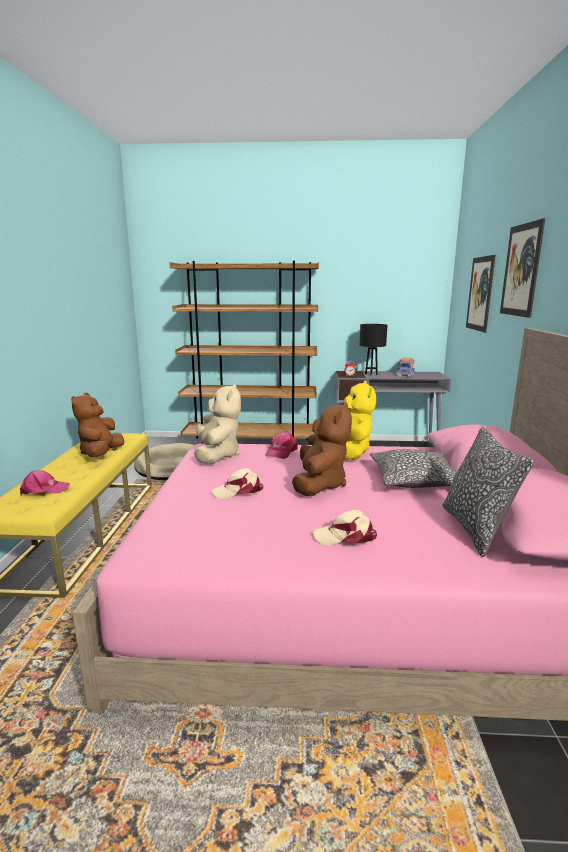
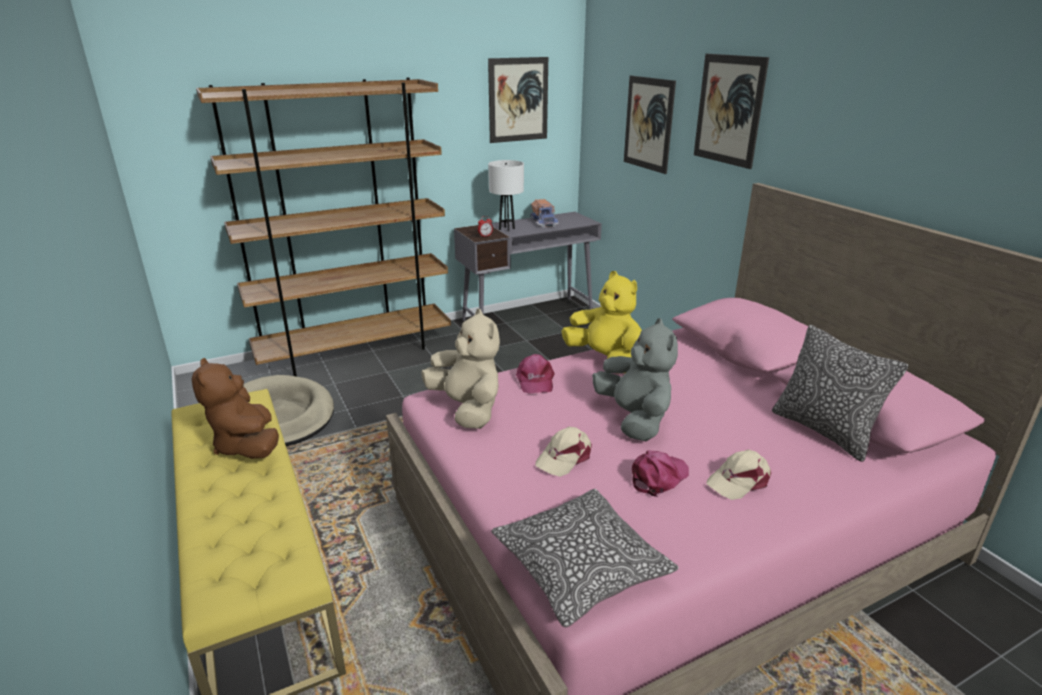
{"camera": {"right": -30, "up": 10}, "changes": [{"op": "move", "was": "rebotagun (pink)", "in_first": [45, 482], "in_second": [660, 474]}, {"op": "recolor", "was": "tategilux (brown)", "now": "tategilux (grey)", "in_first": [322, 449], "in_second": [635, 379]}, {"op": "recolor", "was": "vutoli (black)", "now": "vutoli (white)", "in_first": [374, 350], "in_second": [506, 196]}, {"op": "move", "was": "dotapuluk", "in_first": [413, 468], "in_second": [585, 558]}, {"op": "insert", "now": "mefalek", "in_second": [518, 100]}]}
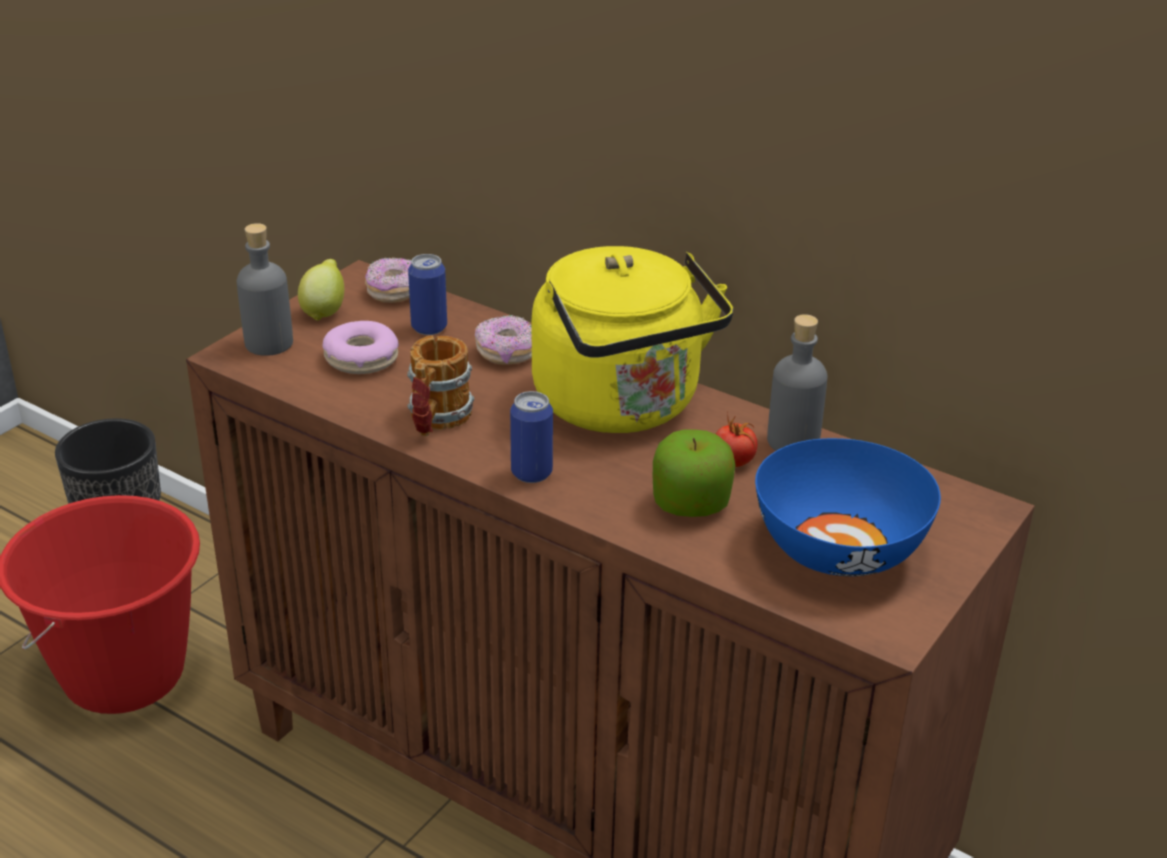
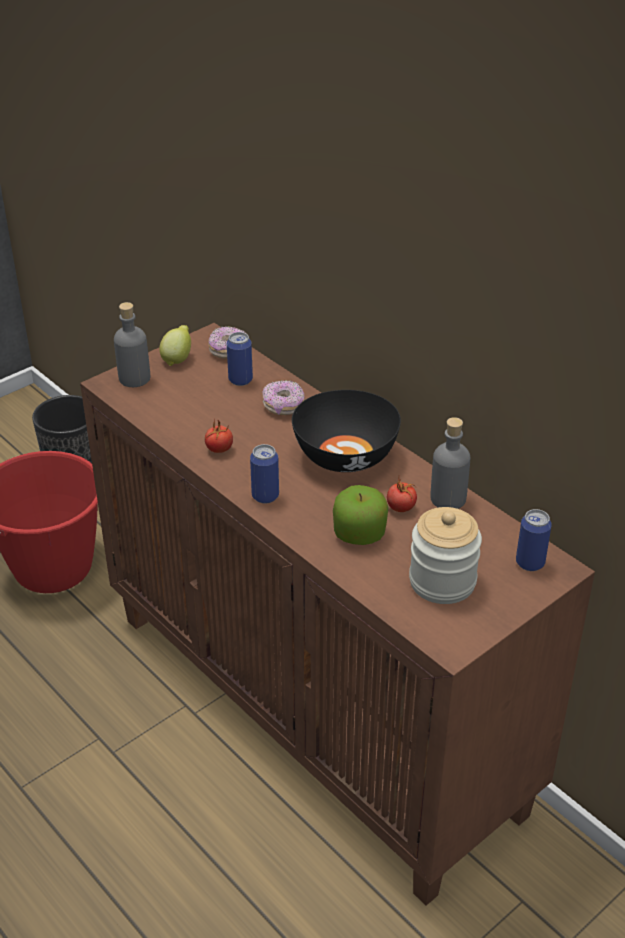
{"camera": {"right": 15, "up": 5}, "changes": [{"op": "delete", "was": "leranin", "in_first": [361, 347]}, {"op": "replace", "was": "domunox", "now": "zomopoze", "in_first": [440, 385], "in_second": [219, 435]}, {"op": "replace", "was": "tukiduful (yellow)", "now": "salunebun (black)", "in_first": [632, 339], "in_second": [346, 431]}, {"op": "replace", "was": "salunebun (blue)", "now": "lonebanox", "in_first": [848, 507], "in_second": [445, 555]}, {"op": "insert", "now": "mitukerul", "in_second": [534, 540]}]}
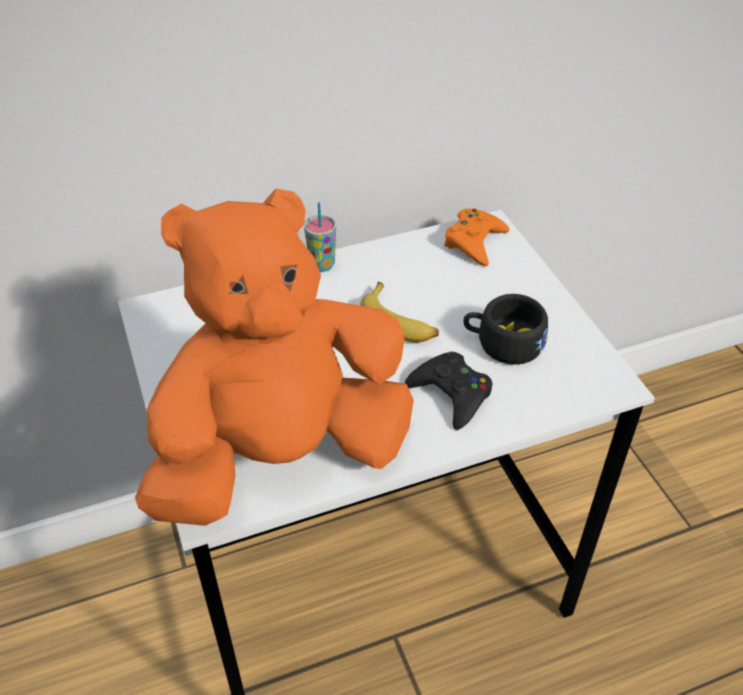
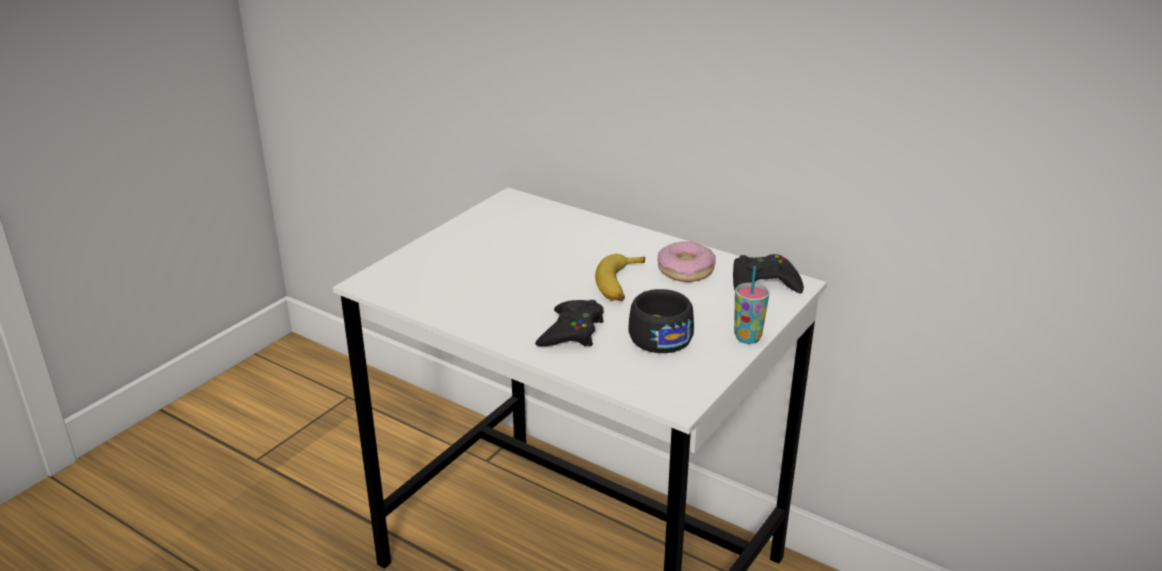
{"camera": {"right": 55, "up": -15}, "changes": [{"op": "delete", "was": "tategilux (orange)", "in_first": [274, 357]}, {"op": "move", "was": "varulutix", "in_first": [320, 237], "in_second": [751, 305]}, {"op": "recolor", "was": "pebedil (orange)", "now": "pebedil (black)", "in_first": [476, 237], "in_second": [768, 274]}, {"op": "insert", "now": "leranin", "in_second": [686, 261]}]}
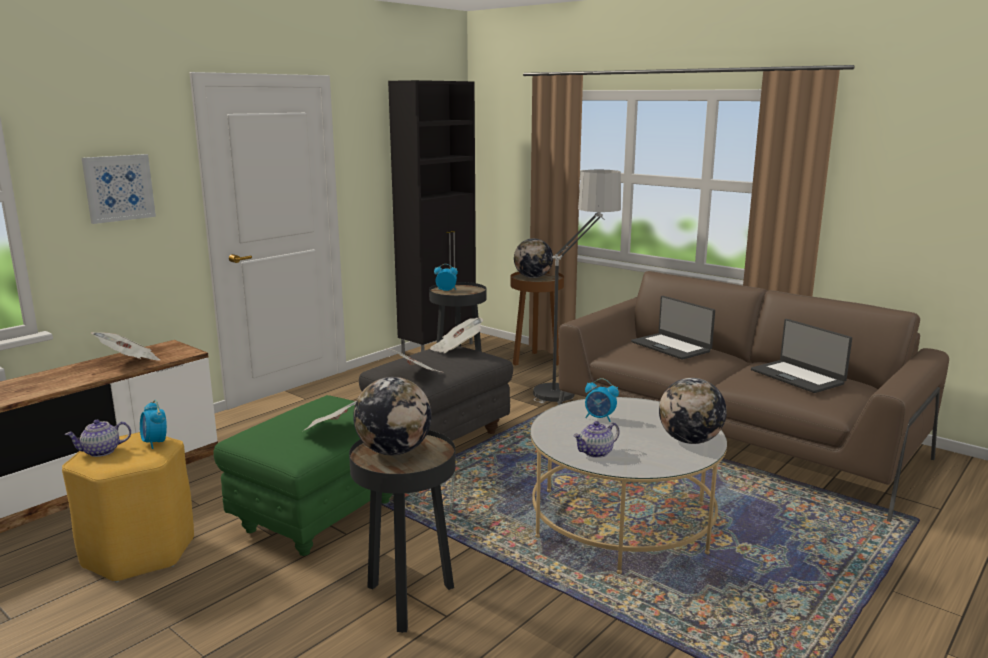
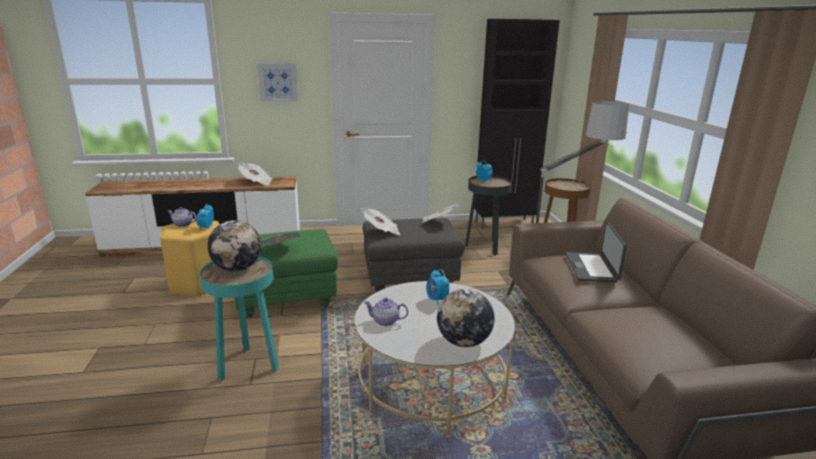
{"camera": {"right": 40, "up": 5}, "changes": [{"op": "recolor", "was": "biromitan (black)", "now": "biromitan (turquoise)", "in_first": [402, 531], "in_second": [239, 318]}, {"op": "delete", "was": "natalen", "in_first": [533, 258]}, {"op": "delete", "was": "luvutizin", "in_first": [801, 356]}]}
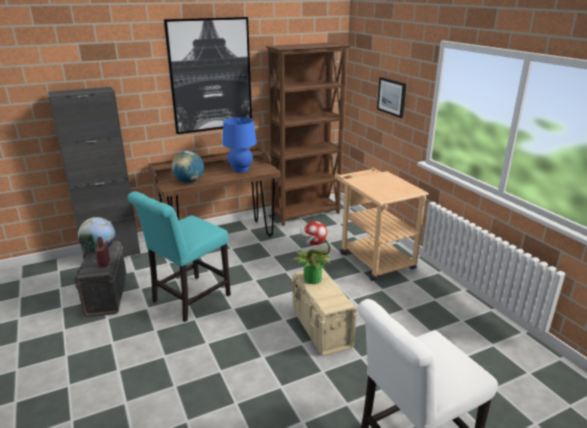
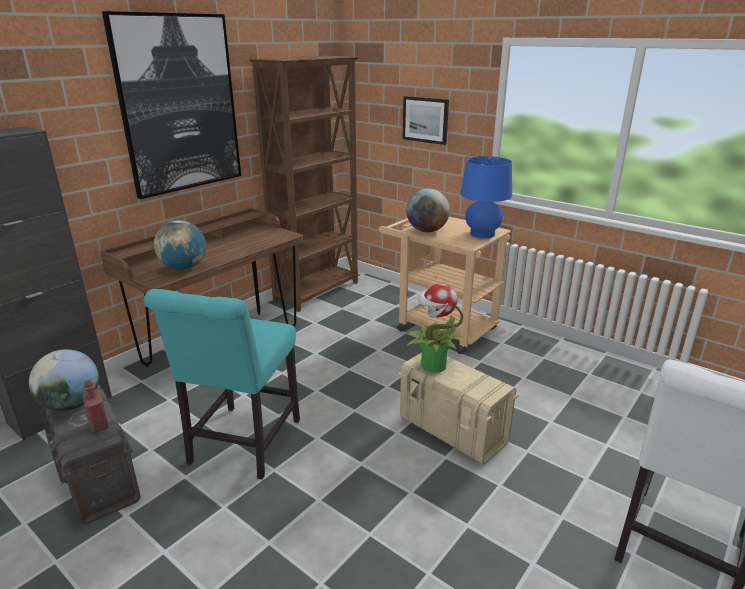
{"camera": {"right": -25, "up": 0}, "changes": [{"op": "move", "was": "vutoli (blue)", "in_first": [239, 145], "in_second": [486, 197]}, {"op": "insert", "now": "natalen", "in_second": [428, 210]}]}
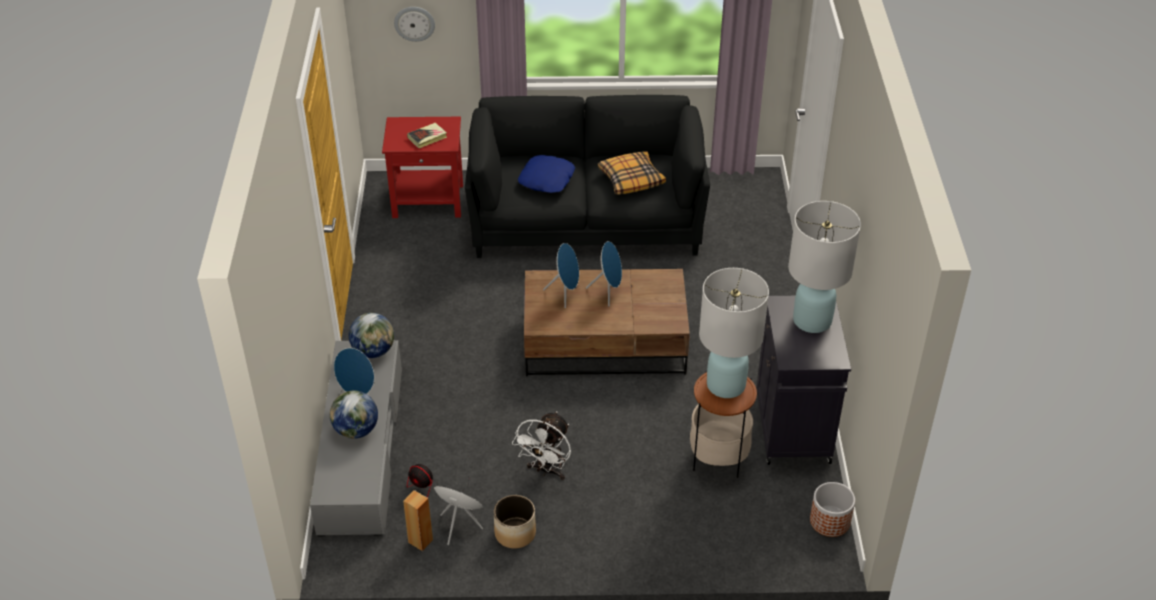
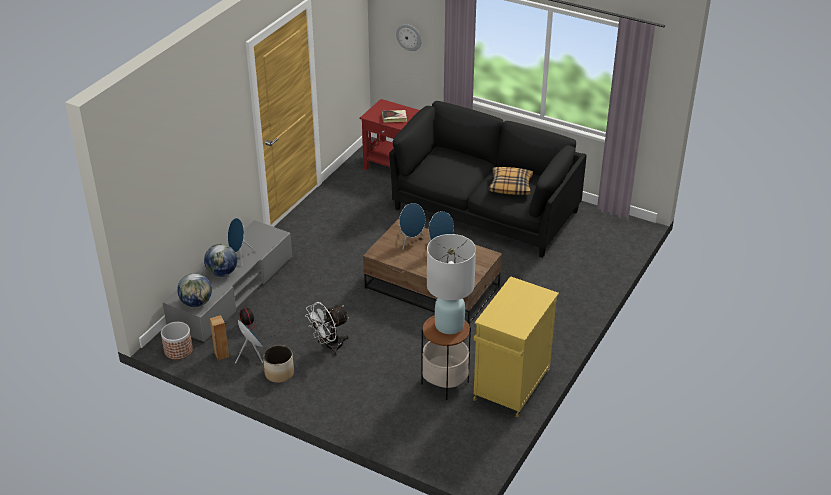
{"camera": {"right": 30, "up": -5}, "changes": [{"op": "move", "was": "natalen", "in_first": [371, 335], "in_second": [194, 290]}, {"op": "delete", "was": "dotapuluk (blue)", "in_first": [546, 174]}, {"op": "recolor", "was": "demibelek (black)", "now": "demibelek (yellow)", "in_first": [803, 380], "in_second": [516, 346]}, {"op": "delete", "was": "vutoli (white)", "in_first": [824, 267]}, {"op": "move", "was": "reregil", "in_first": [832, 509], "in_second": [177, 341]}]}
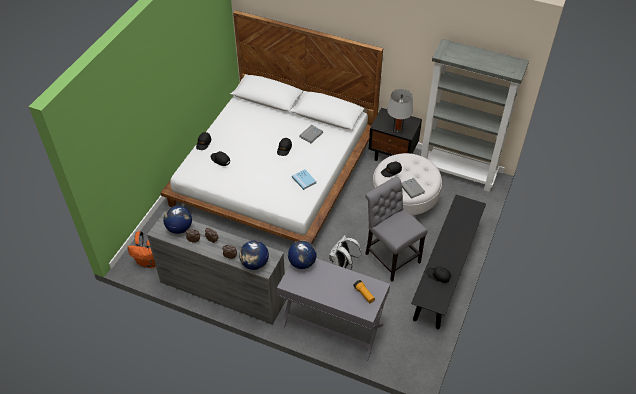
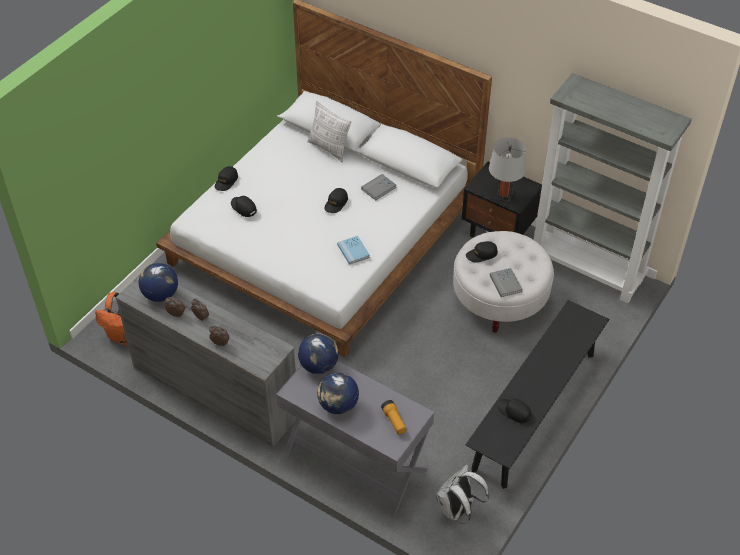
{"camera": {"right": 10, "up": 0}, "changes": [{"op": "move", "was": "natalen", "in_first": [254, 255], "in_second": [338, 393]}, {"op": "move", "was": "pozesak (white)", "in_first": [345, 252], "in_second": [462, 494]}, {"op": "delete", "was": "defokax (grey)", "in_first": [396, 229]}, {"op": "insert", "now": "dotapuluk", "in_second": [329, 131]}]}
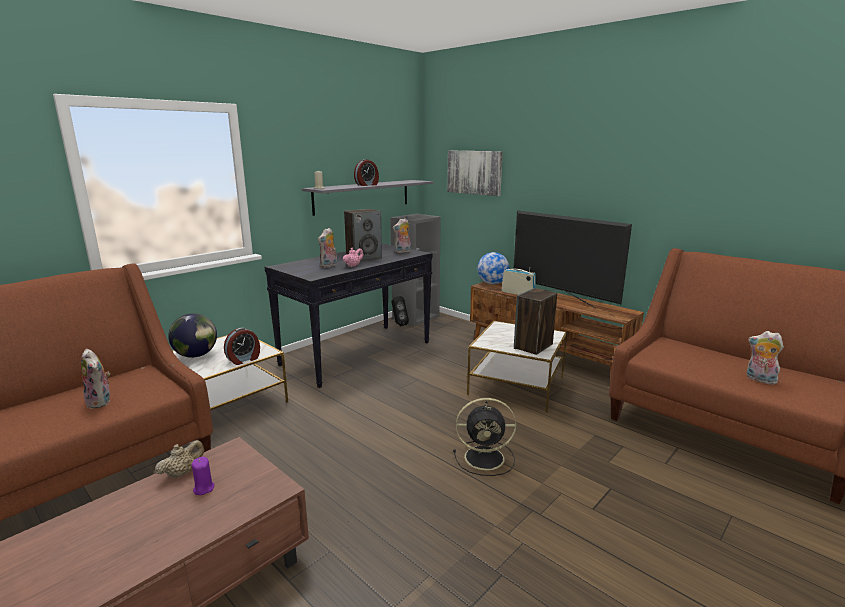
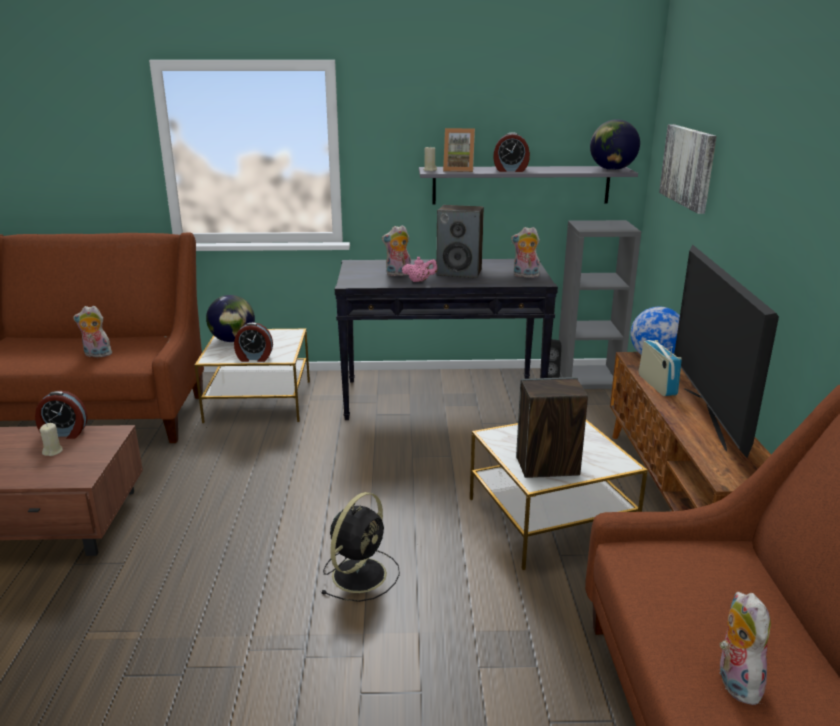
{"camera": {"right": 45, "up": 5}, "changes": [{"op": "rotate", "was": "tategilux", "in_first": [95, 379], "in_second": [92, 331], "clockwise": 90}, {"op": "replace", "was": "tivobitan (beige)", "now": "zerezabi", "in_first": [179, 459], "in_second": [61, 414]}, {"op": "recolor", "was": "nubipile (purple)", "now": "nubipile (beige)", "in_first": [203, 476], "in_second": [51, 439]}, {"op": "rotate", "was": "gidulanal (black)", "in_first": [484, 437], "in_second": [360, 547], "clockwise": -105}, {"op": "insert", "now": "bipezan", "in_second": [459, 150]}, {"op": "insert", "now": "natalen", "in_second": [615, 144]}]}
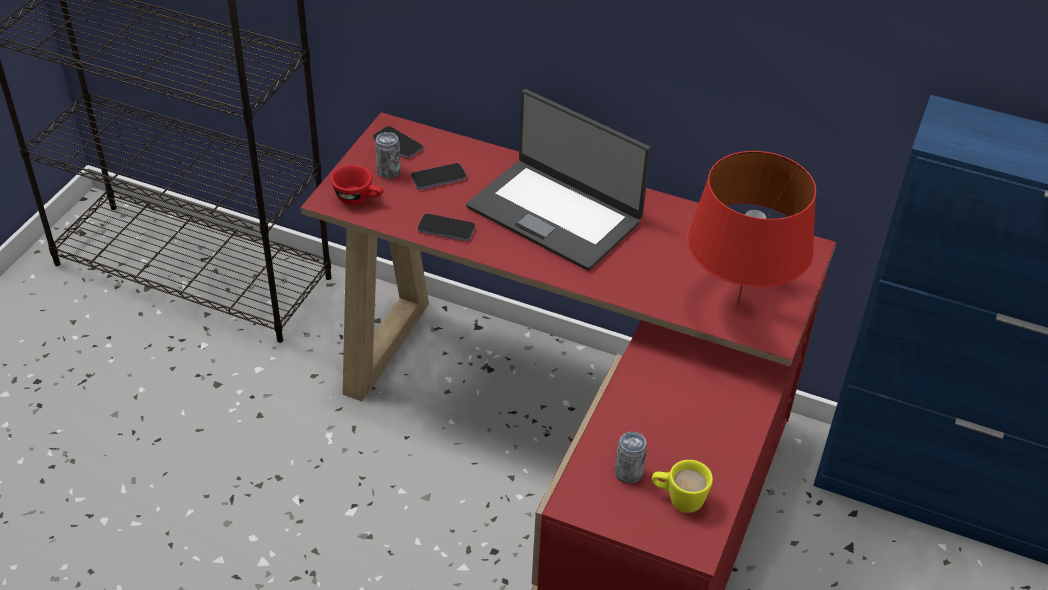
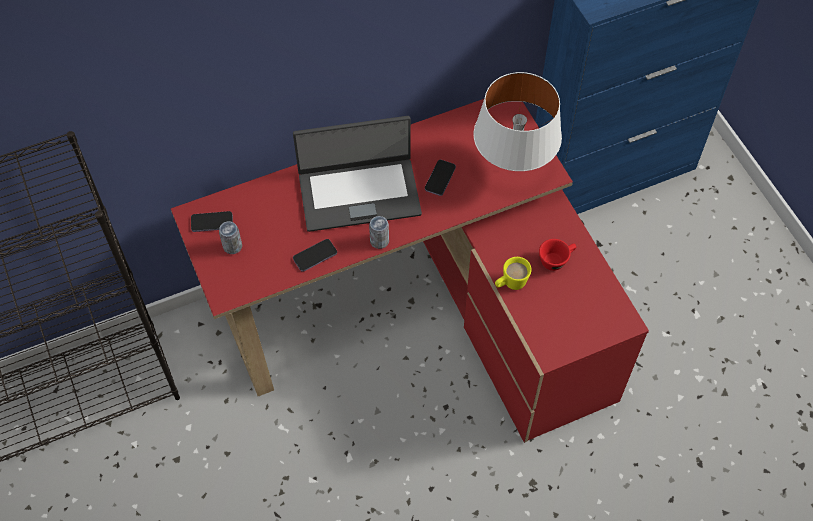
{"camera": {"right": -45, "up": 15}, "changes": [{"op": "move", "was": "varulutix (red)", "in_first": [357, 185], "in_second": [557, 255]}, {"op": "move", "was": "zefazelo", "in_first": [439, 176], "in_second": [440, 178]}, {"op": "move", "was": "mitukerul", "in_first": [631, 458], "in_second": [379, 232]}, {"op": "move", "was": "domunox (yellow)", "in_first": [682, 486], "in_second": [513, 273]}, {"op": "recolor", "was": "vutoli (red)", "now": "vutoli (white)", "in_first": [751, 227], "in_second": [518, 121]}]}
